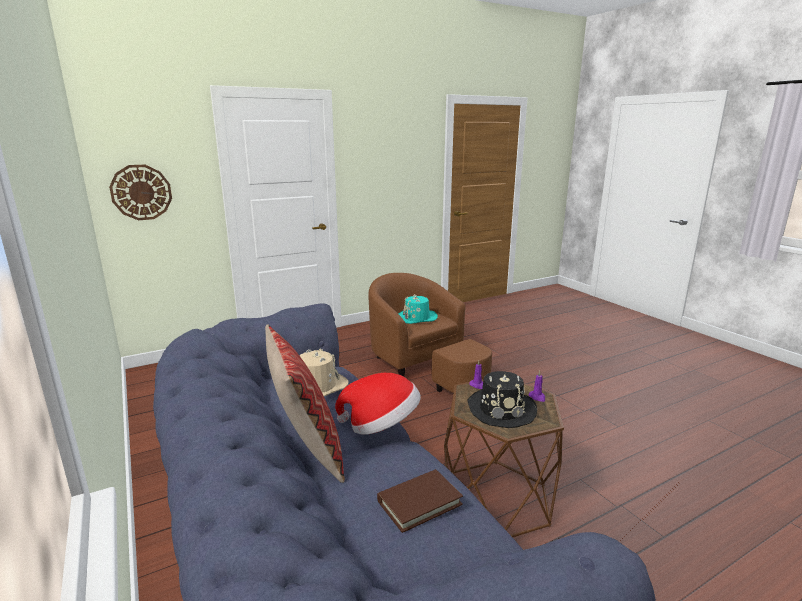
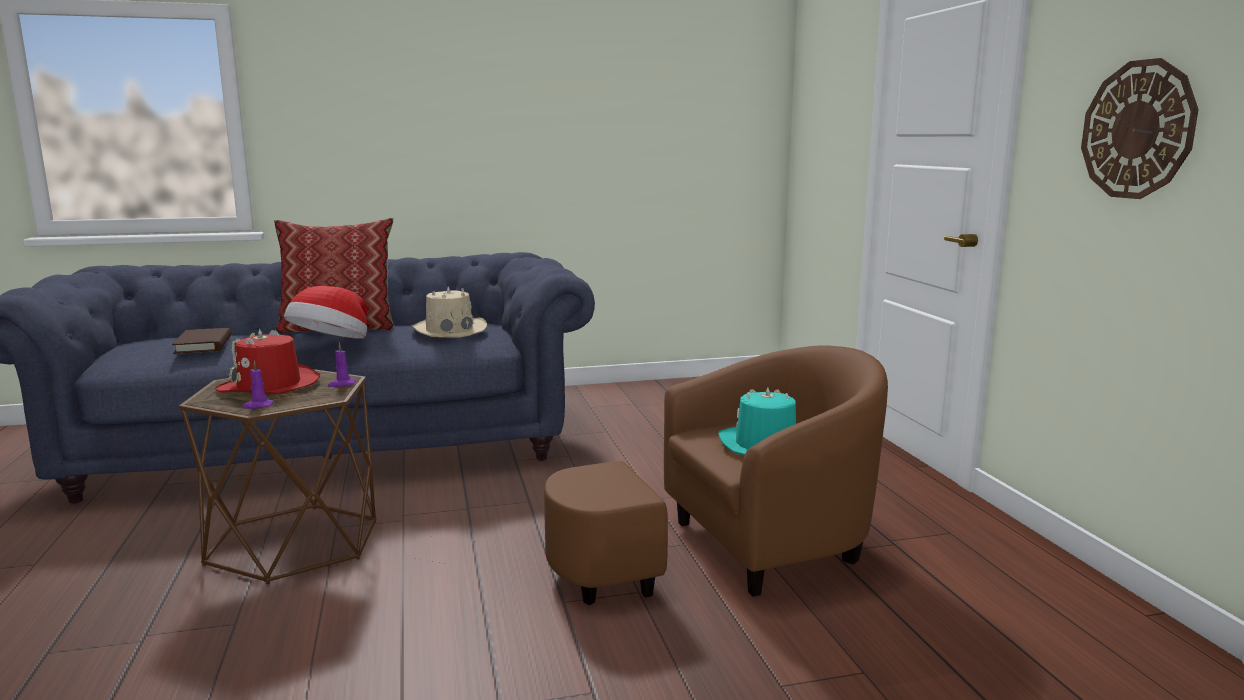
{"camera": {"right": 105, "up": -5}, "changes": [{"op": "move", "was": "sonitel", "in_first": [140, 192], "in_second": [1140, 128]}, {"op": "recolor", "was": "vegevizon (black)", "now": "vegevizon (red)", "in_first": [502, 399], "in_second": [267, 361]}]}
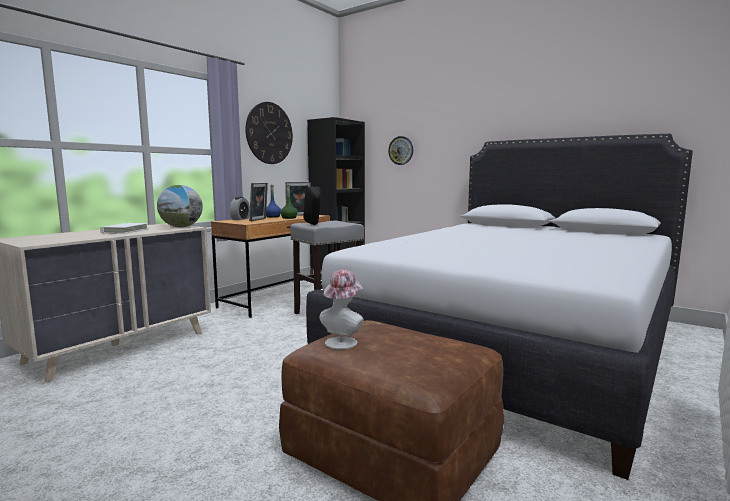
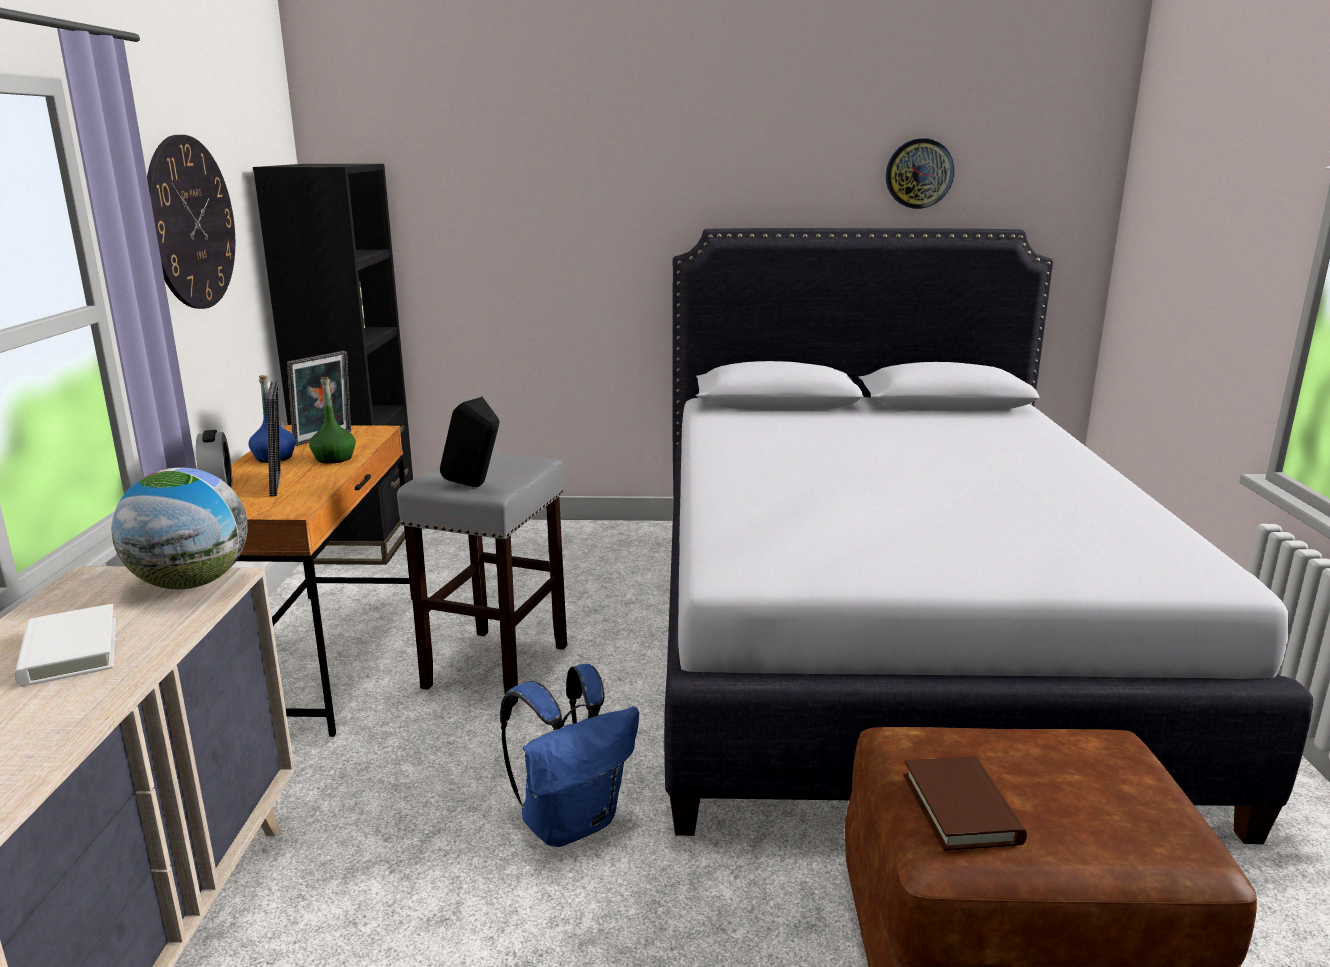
{"camera": {"right": -35, "up": 10}, "changes": [{"op": "replace", "was": "vegevizon", "now": "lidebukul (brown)", "in_first": [341, 309], "in_second": [965, 803]}, {"op": "move", "was": "sonitel", "in_first": [400, 150], "in_second": [920, 173]}, {"op": "insert", "now": "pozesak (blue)", "in_second": [569, 755]}]}
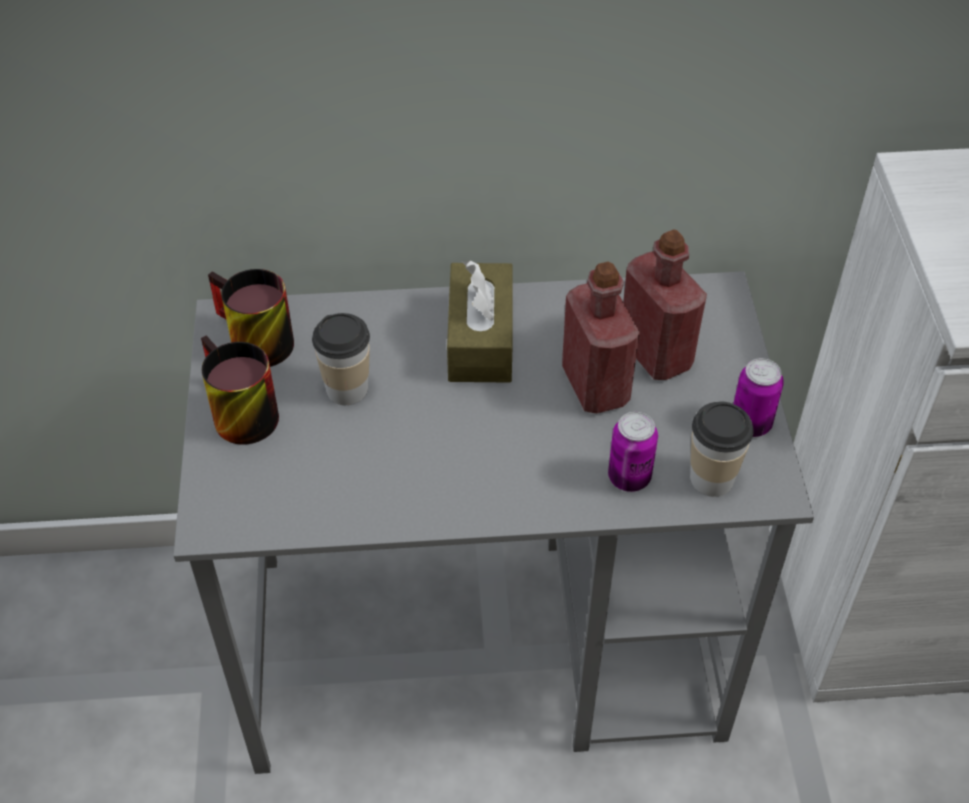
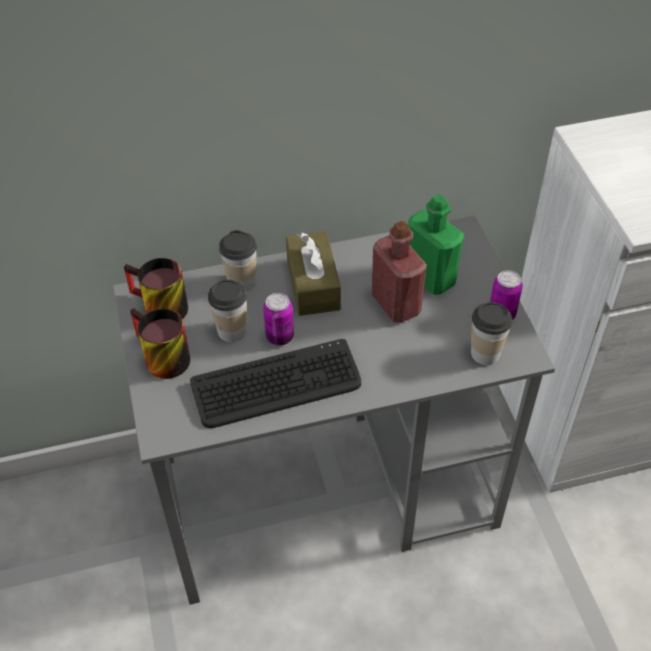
{"camera": {"right": -10, "up": 0}, "changes": [{"op": "move", "was": "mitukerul", "in_first": [633, 452], "in_second": [278, 319]}, {"op": "recolor", "was": "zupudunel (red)", "now": "zupudunel (green)", "in_first": [665, 304], "in_second": [436, 244]}, {"op": "insert", "now": "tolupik", "in_second": [275, 383]}, {"op": "insert", "now": "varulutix", "in_second": [238, 260]}]}
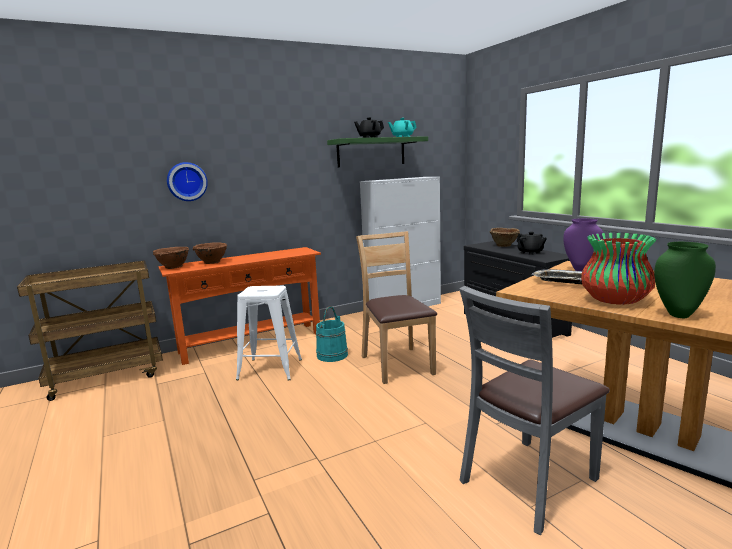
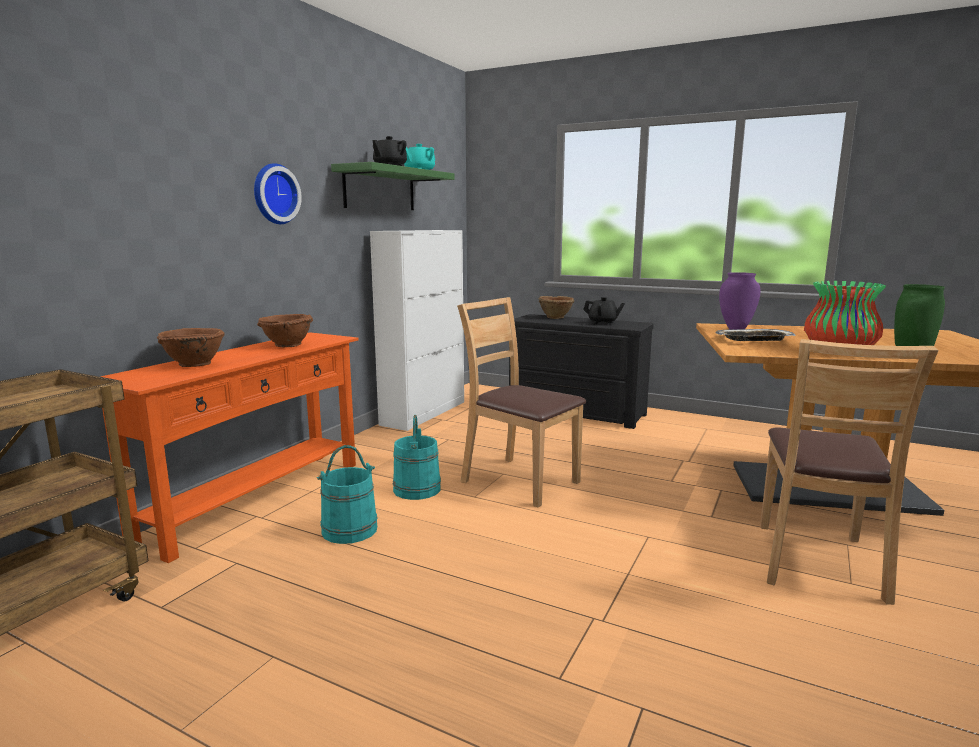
{"camera": {"right": -35, "up": 0}, "changes": [{"op": "move", "was": "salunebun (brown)", "in_first": [171, 258], "in_second": [285, 330]}, {"op": "move", "was": "sonitel", "in_first": [187, 181], "in_second": [278, 193]}, {"op": "replace", "was": "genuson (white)", "now": "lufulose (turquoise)", "in_first": [269, 333], "in_second": [347, 494]}, {"op": "recolor", "was": "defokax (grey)", "now": "defokax (brown)", "in_first": [534, 410], "in_second": [849, 472]}]}
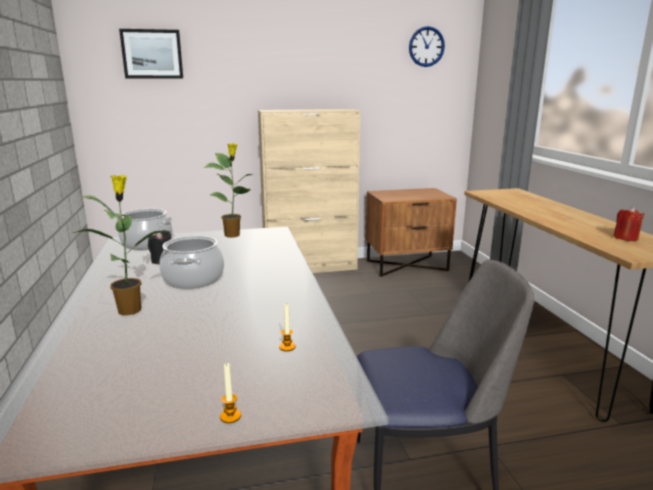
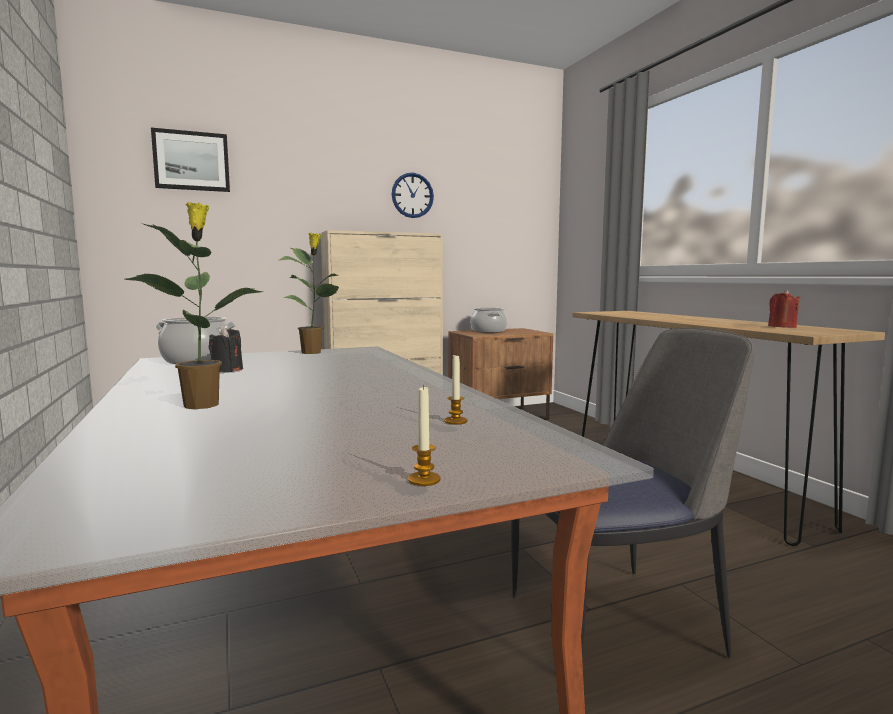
{"camera": {"right": -10, "up": -10}, "changes": [{"op": "move", "was": "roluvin", "in_first": [191, 262], "in_second": [489, 320]}, {"op": "move", "was": "sonitel", "in_first": [427, 46], "in_second": [413, 195]}]}
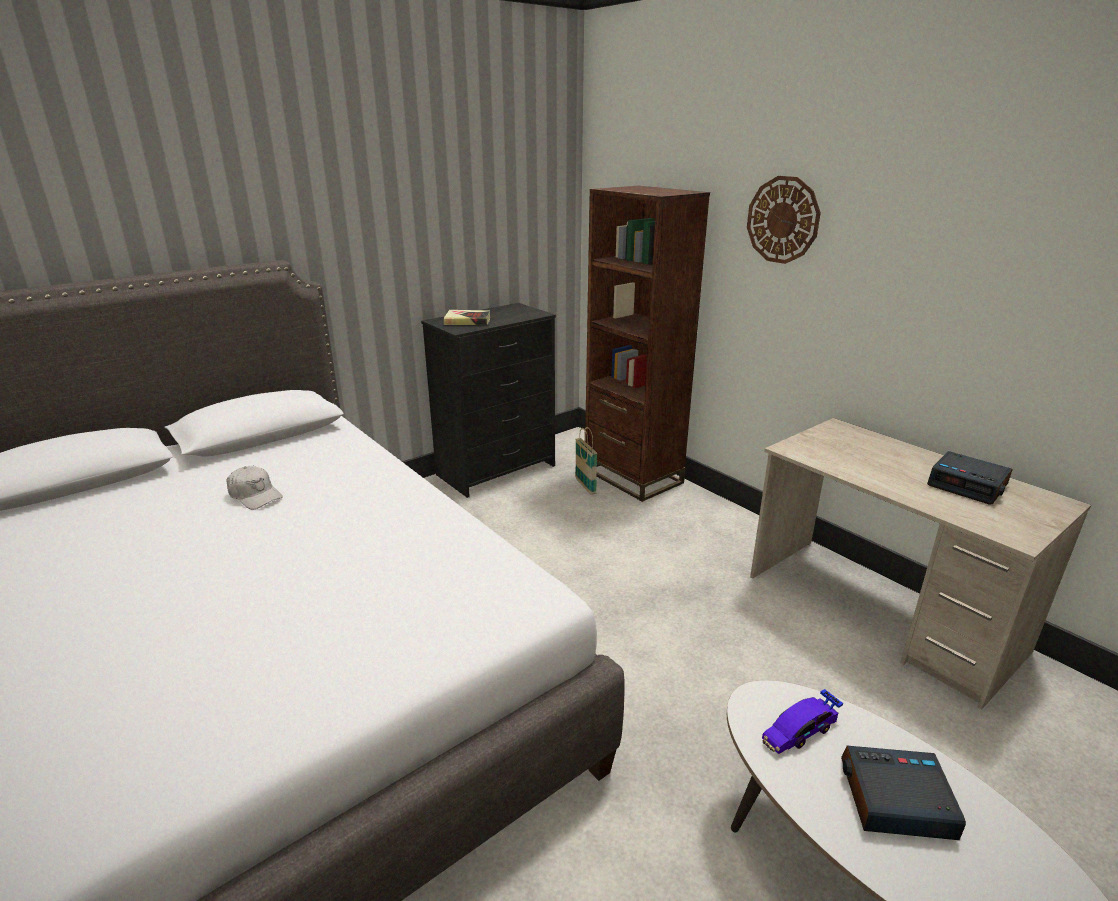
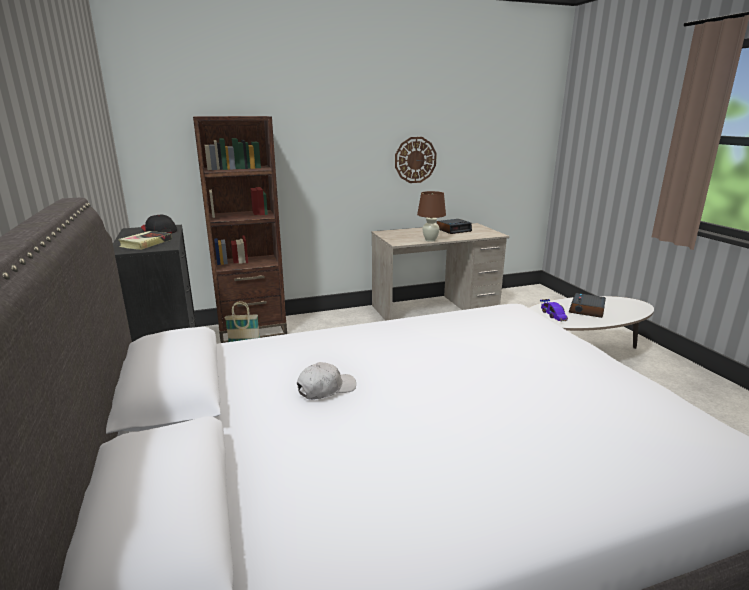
{"camera": {"right": -70, "up": -5}, "changes": [{"op": "move", "was": "sonitel", "in_first": [784, 220], "in_second": [416, 160]}, {"op": "insert", "now": "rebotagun", "in_second": [159, 224]}, {"op": "insert", "now": "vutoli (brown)", "in_second": [431, 216]}]}
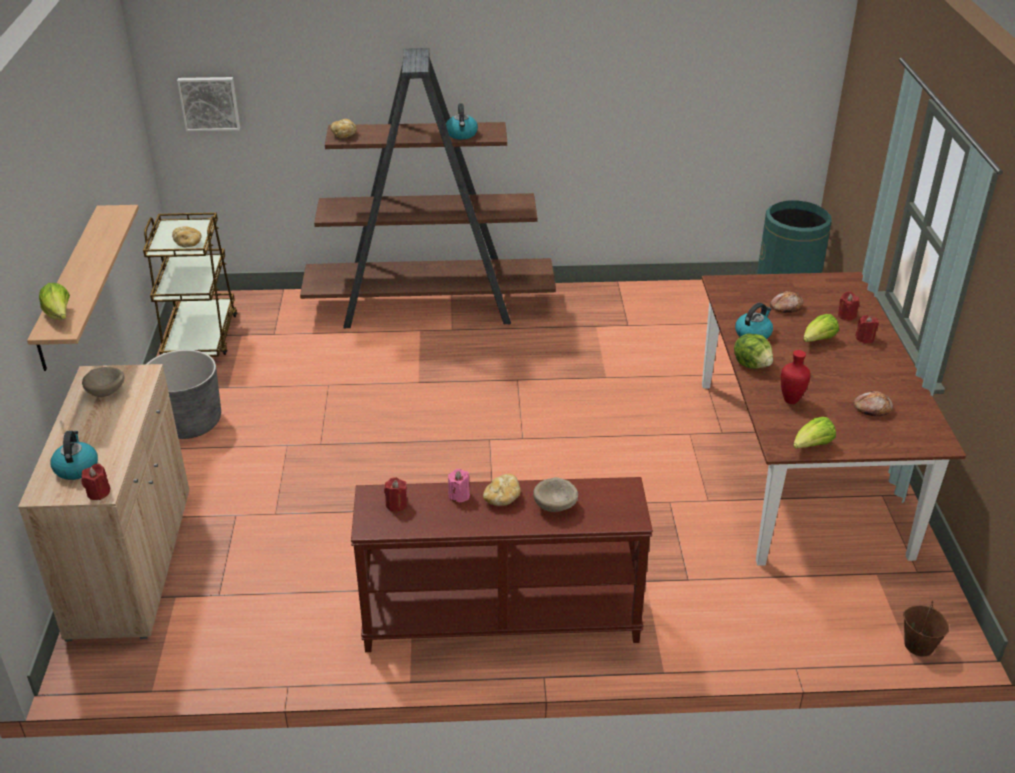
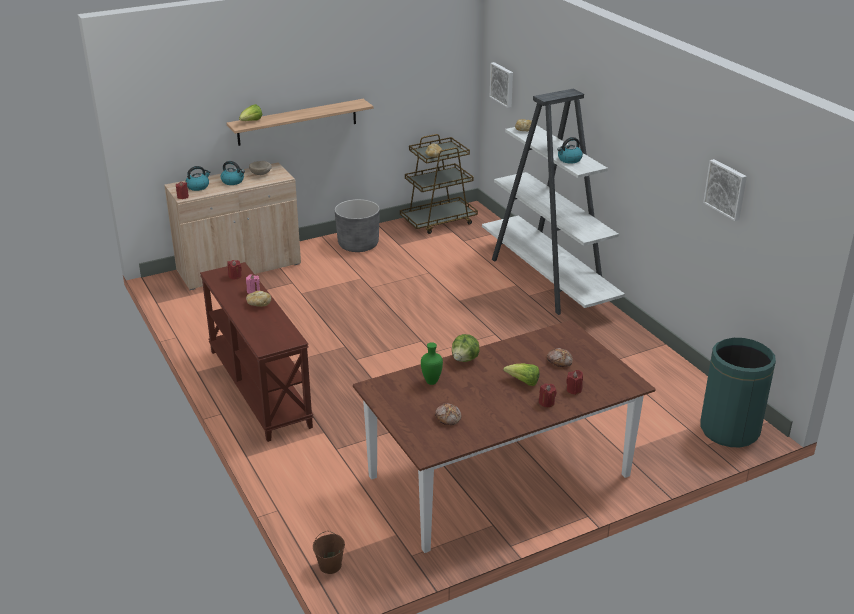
{"camera": {"right": 65, "up": -5}, "changes": [{"op": "recolor", "was": "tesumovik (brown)", "now": "tesumovik (white)", "in_first": [428, 188], "in_second": [553, 201]}, {"op": "delete", "was": "salunebun (beige)", "in_first": [555, 494]}, {"op": "move", "was": "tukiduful", "in_first": [754, 321], "in_second": [233, 173]}, {"op": "recolor", "was": "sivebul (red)", "now": "sivebul (green)", "in_first": [796, 377], "in_second": [432, 363]}, {"op": "delete", "was": "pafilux", "in_first": [814, 433]}, {"op": "insert", "now": "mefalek", "in_second": [725, 190]}]}
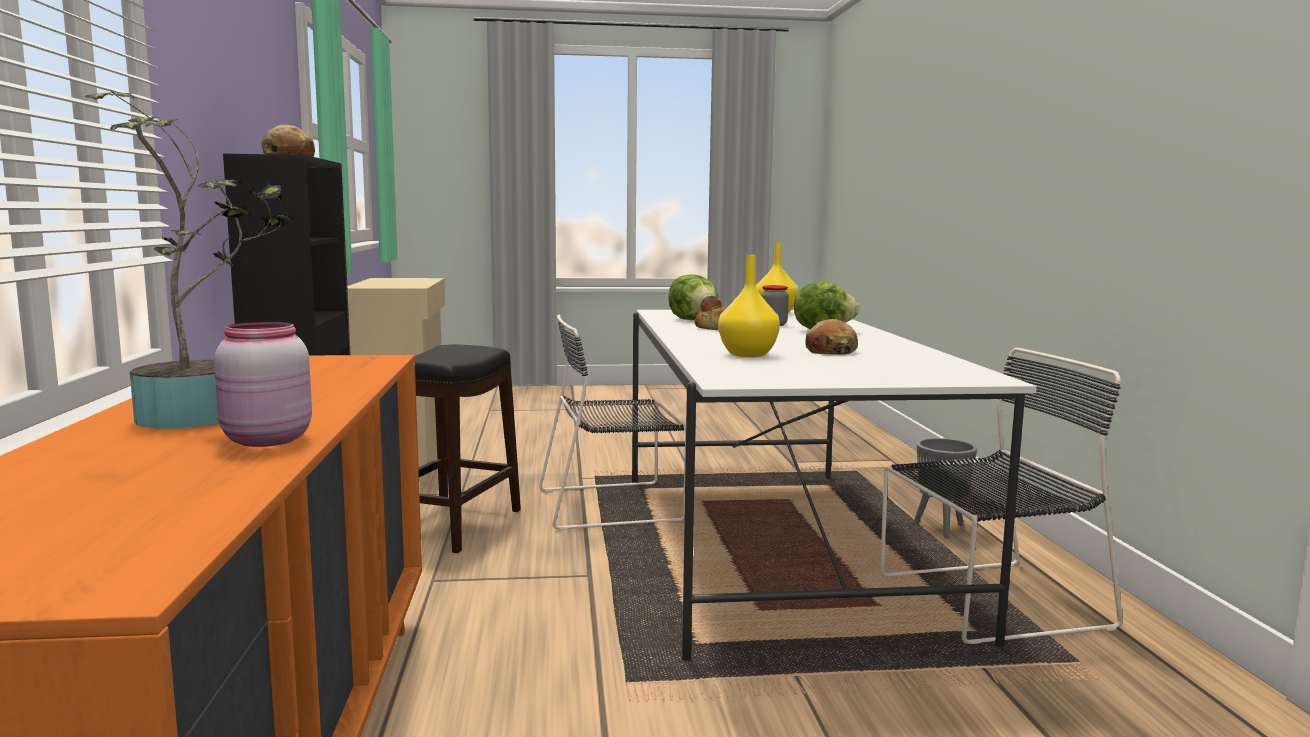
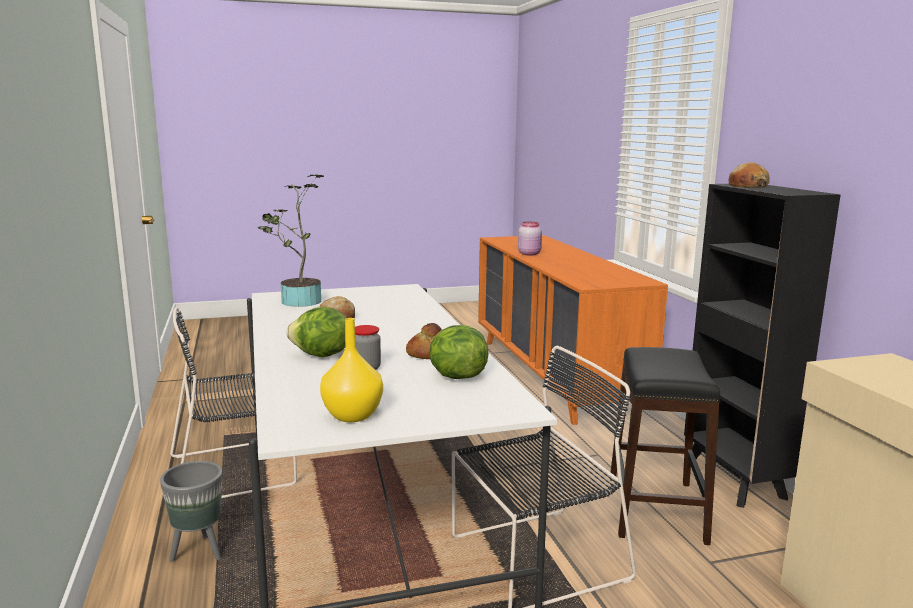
{"camera": {"right": 170, "up": 5}, "changes": [{"op": "move", "was": "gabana", "in_first": [189, 260], "in_second": [291, 240]}, {"op": "delete", "was": "sivebul (yellow)", "in_first": [749, 306]}]}
